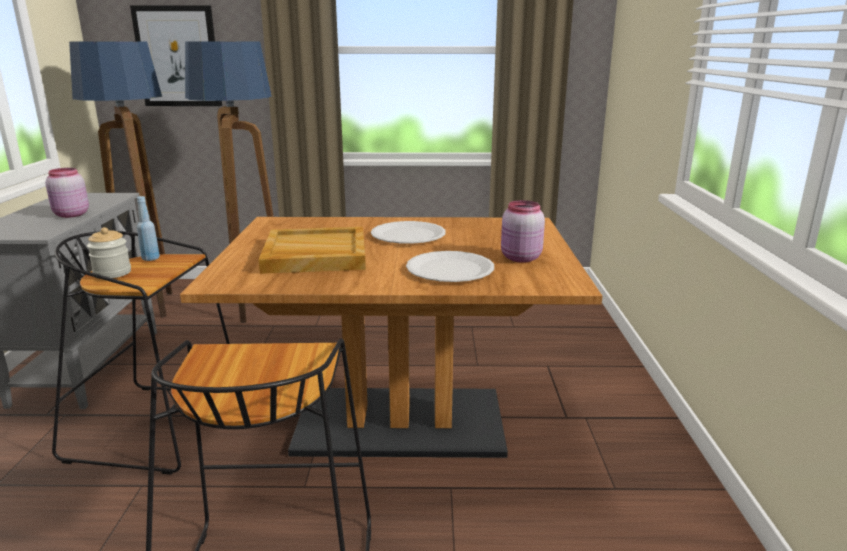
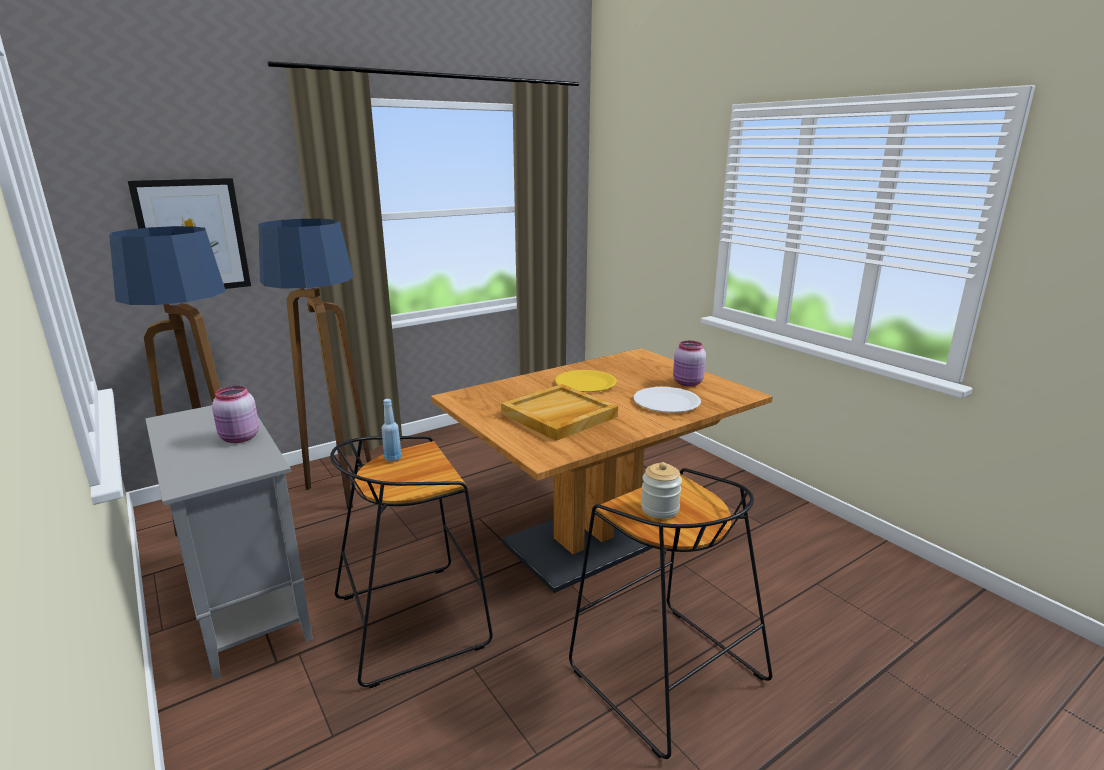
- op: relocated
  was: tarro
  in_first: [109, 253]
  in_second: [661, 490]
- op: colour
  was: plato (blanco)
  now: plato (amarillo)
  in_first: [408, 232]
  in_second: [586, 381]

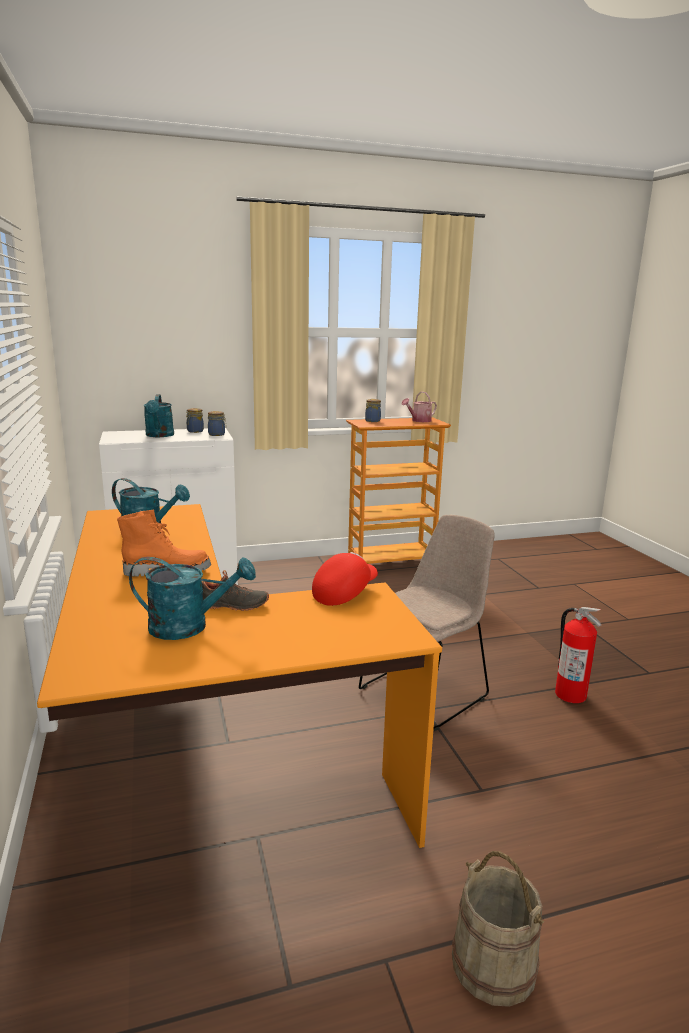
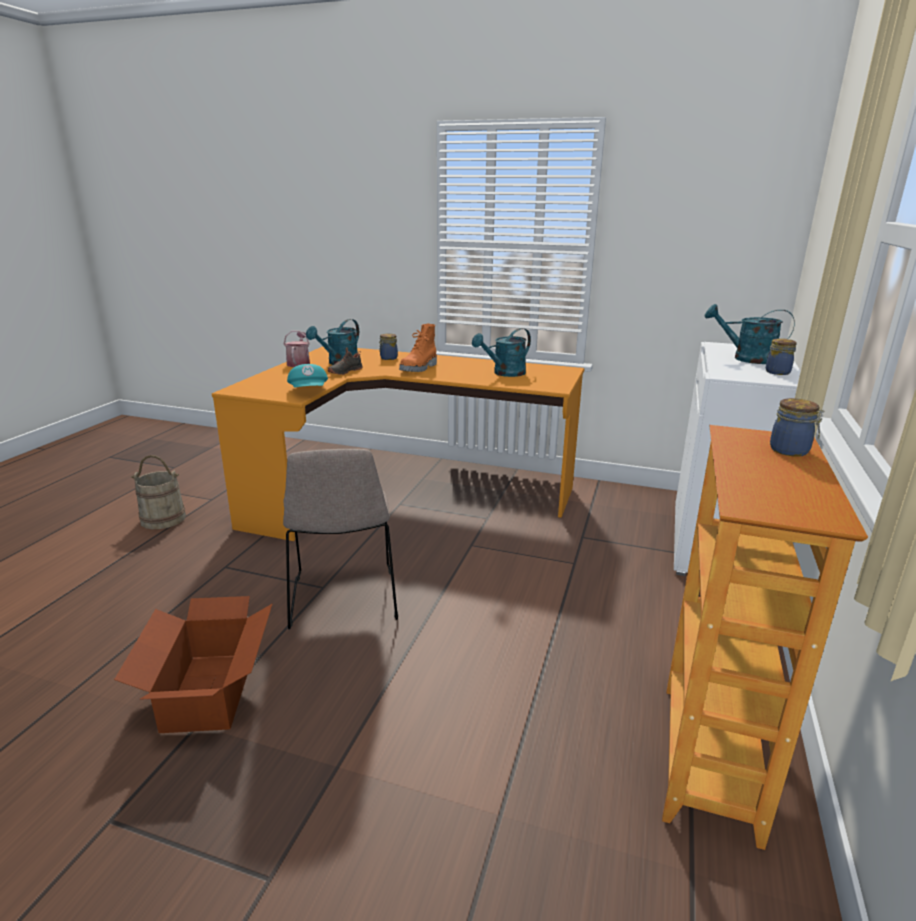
- op: relocated
  was: tarro
  in_first: [217, 423]
  in_second: [388, 346]
- op: relocated
  was: regadera
  in_first: [419, 406]
  in_second: [297, 349]
- op: exchanged
  was: extintor
  now: caja de cartón
  in_first: [578, 655]
  in_second: [193, 664]
- op: colour
  was: gorra (rojo)
  now: gorra (turquesa)
  in_first: [345, 579]
  in_second: [307, 375]

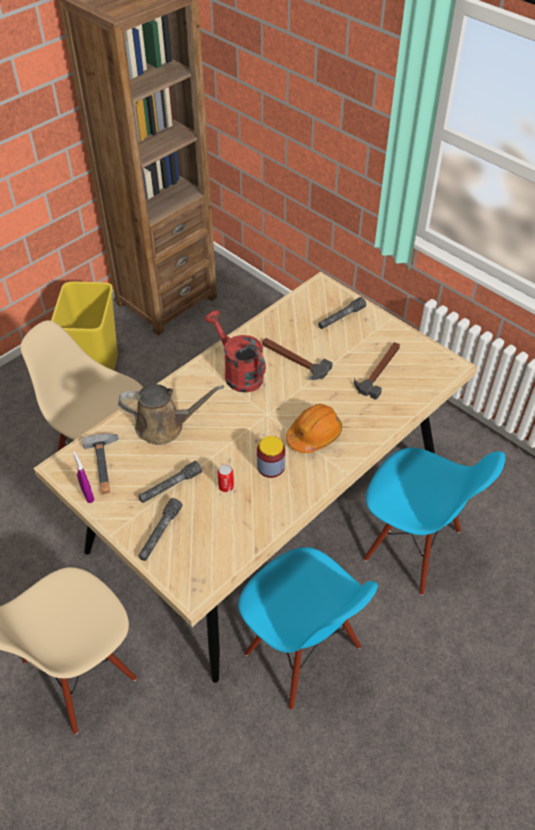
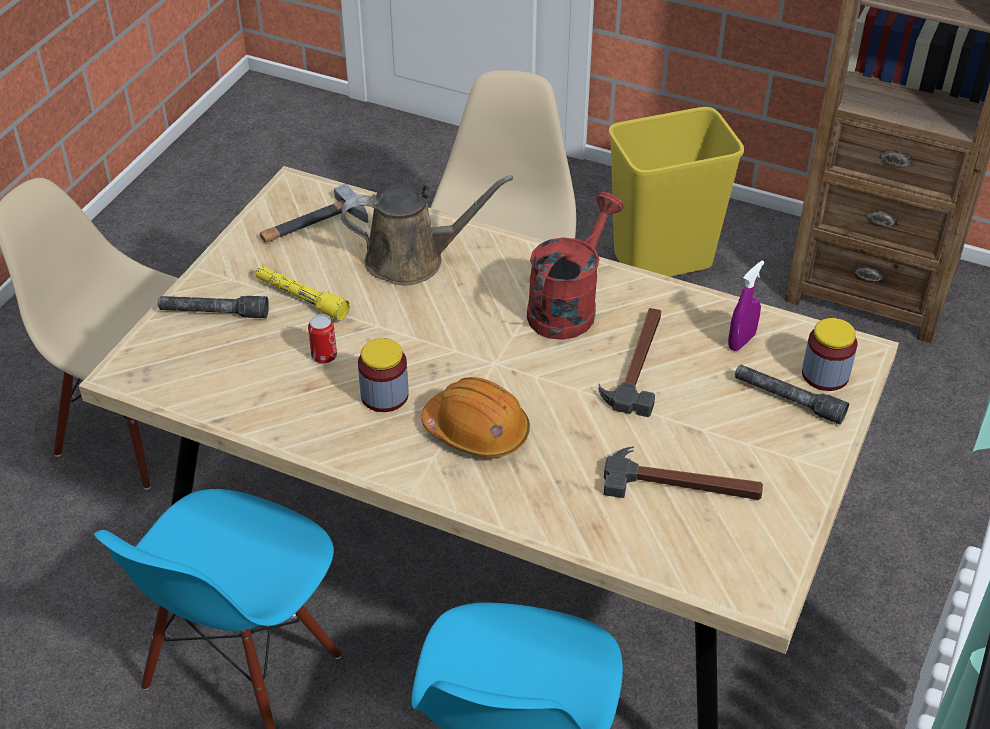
- op: appeared
  now: tarro
  in_second: [829, 354]
- op: relocated
  was: pulverizador (morado)
  in_first: [83, 477]
  in_second: [746, 305]
- op: colour
  was: linterna (gris)
  now: linterna (amarillo)
  in_first: [170, 482]
  in_second: [303, 293]
- op: spun
  was: regadera (marrón)
  in_first: [171, 414]
  in_second: [427, 230]
  clockwise: -75

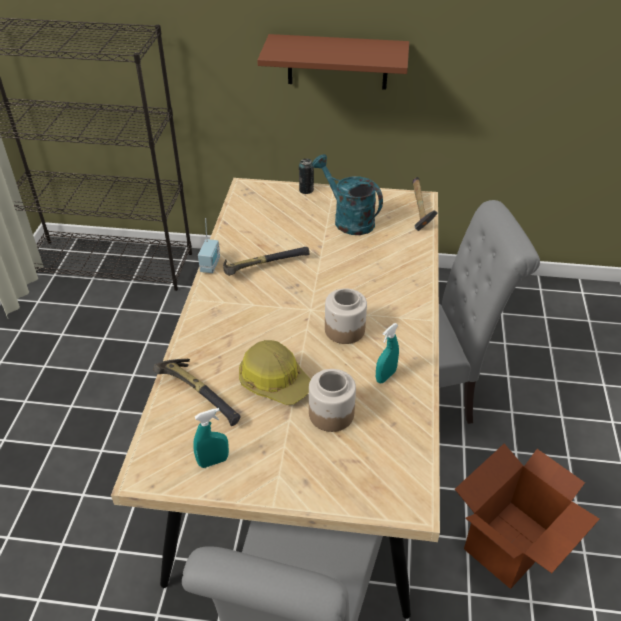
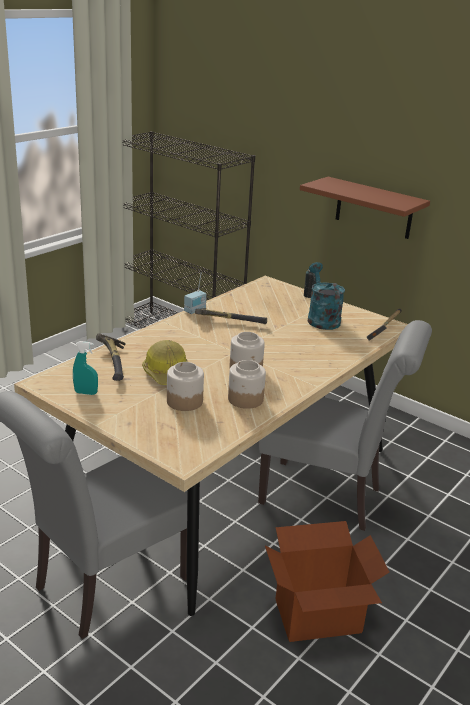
- op: exchanged
  was: pulverizador (turquesa)
  now: tarro
  in_first: [387, 353]
  in_second: [247, 384]

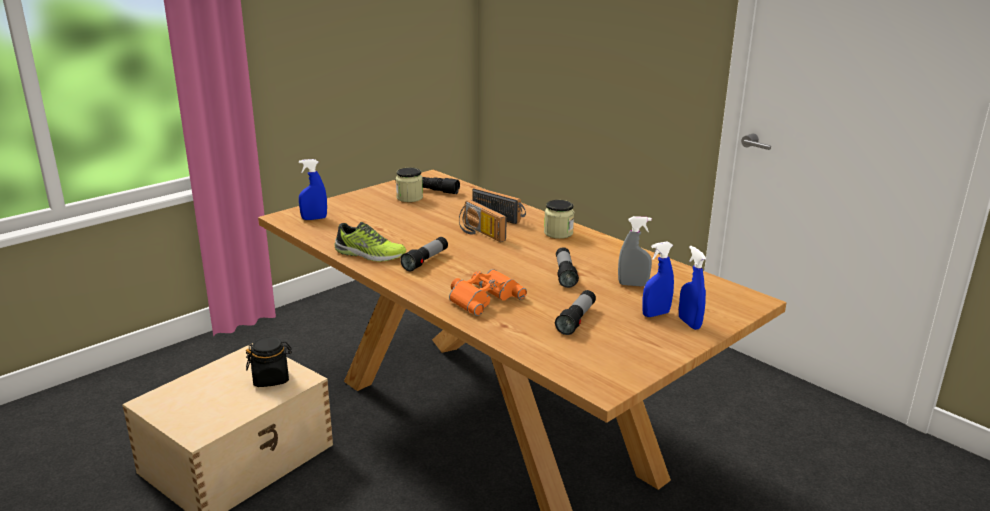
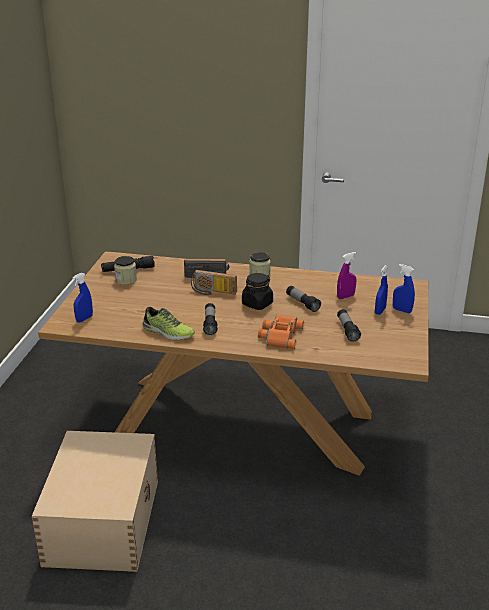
- op: relocated
  was: tarro (negro)
  in_first: [269, 362]
  in_second: [257, 291]
- op: colour
  was: pulverizador (gris)
  now: pulverizador (morado)
  in_first: [635, 251]
  in_second: [346, 275]
- op: spun
  was: zapato
  in_first: [370, 242]
  in_second: [169, 323]
  clockwise: 45

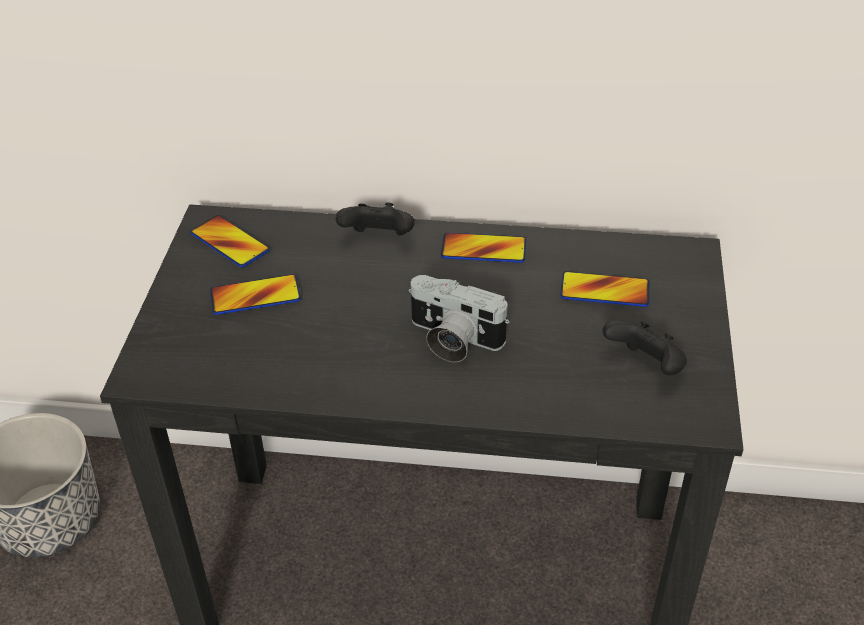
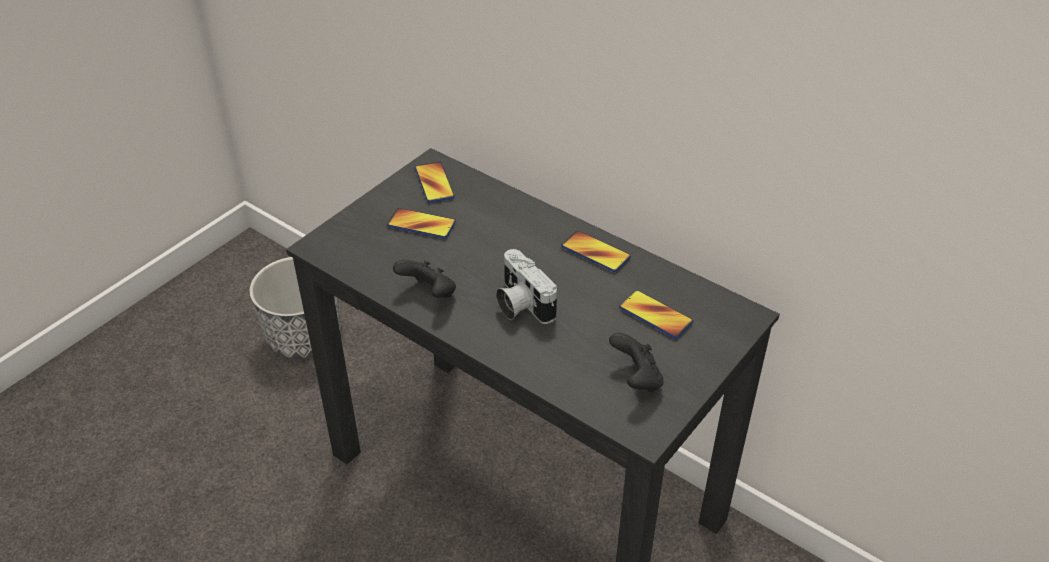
- op: relocated
  was: mando de consola (negro)
  in_first: [375, 219]
  in_second: [424, 279]

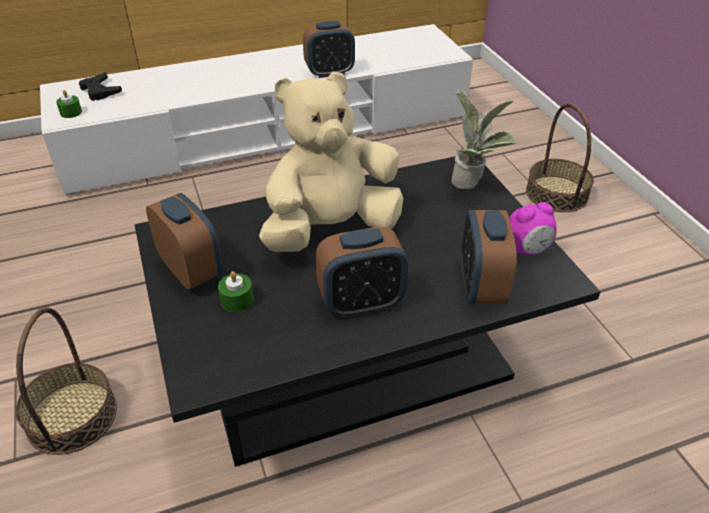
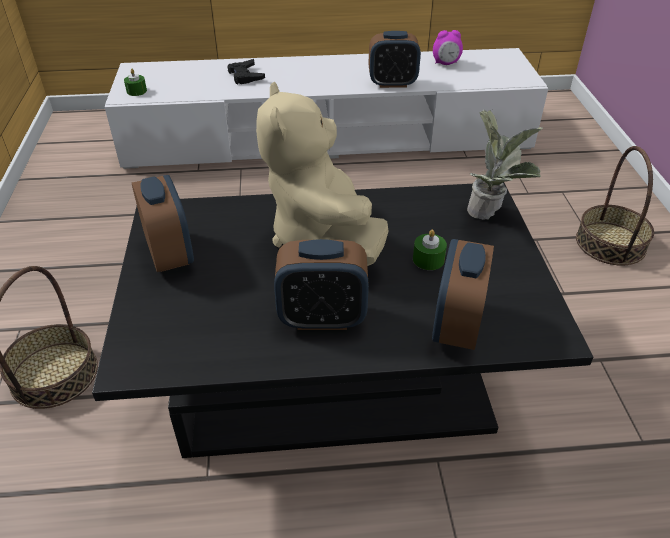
- op: relocated
  was: mando de consola (negro)
  in_first: [100, 86]
  in_second: [246, 71]
- op: relocated
  was: vela (verde)
  in_first: [236, 291]
  in_second: [430, 250]
- op: relocated
  was: despertador
  in_first: [533, 228]
  in_second: [448, 47]
- op: spun
  was: peluche (beis)
  in_first: [331, 161]
  in_second: [322, 173]
  clockwise: -90

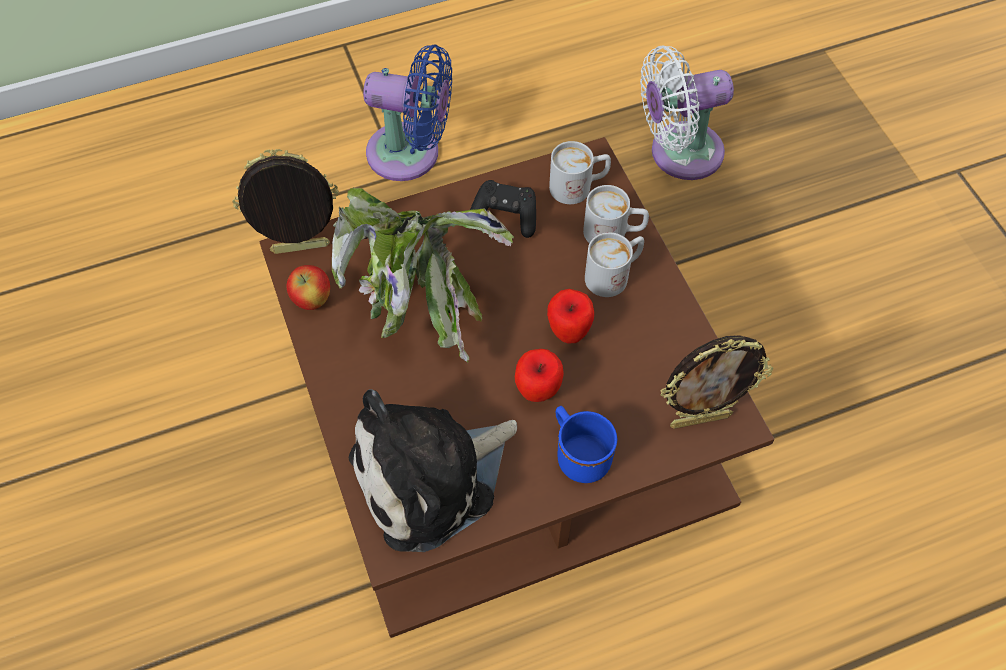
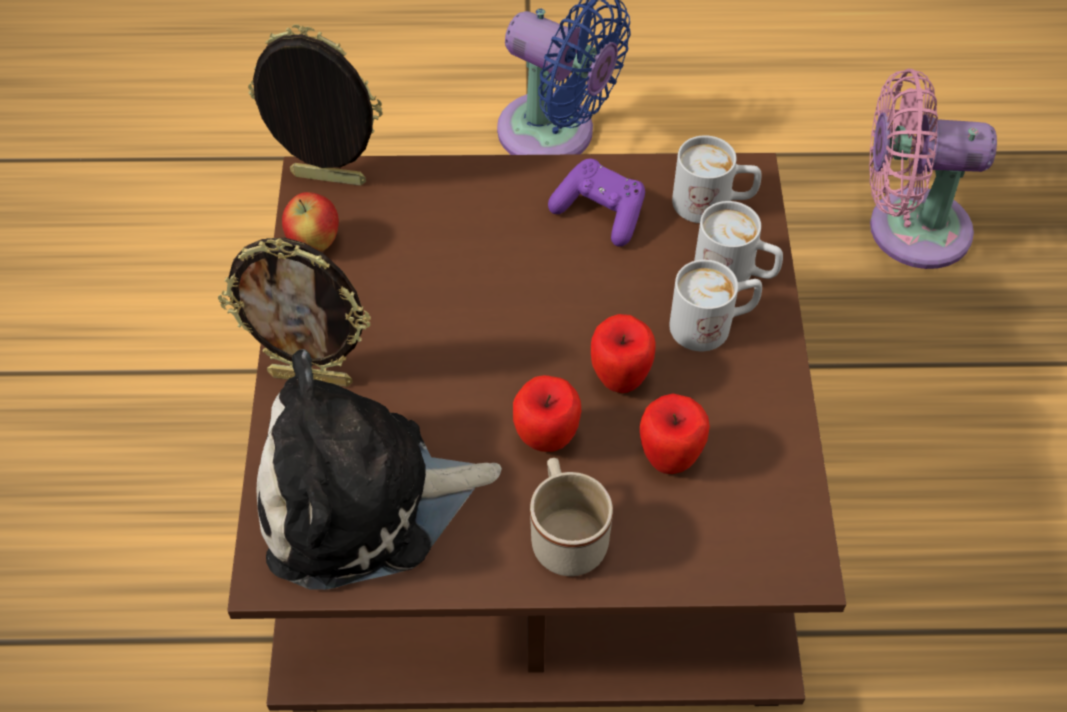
- op: missing
  was: planta en maceta
  in_first: [423, 274]
- op: appeared
  now: manzana
  in_second: [675, 433]
- op: relocated
  was: portarretratos
  in_first: [716, 382]
  in_second: [294, 312]
- op: colour
  was: mando de consola (negro)
  now: mando de consola (morado)
  in_first: [503, 209]
  in_second: [596, 202]
- op: colour
  was: taza grande (azul)
  now: taza grande (beis)
  in_first: [586, 444]
  in_second: [571, 517]
- op: colour
  was: ventilador (blanco)
  now: ventilador (rosa)
  in_first: [687, 113]
  in_second: [933, 169]

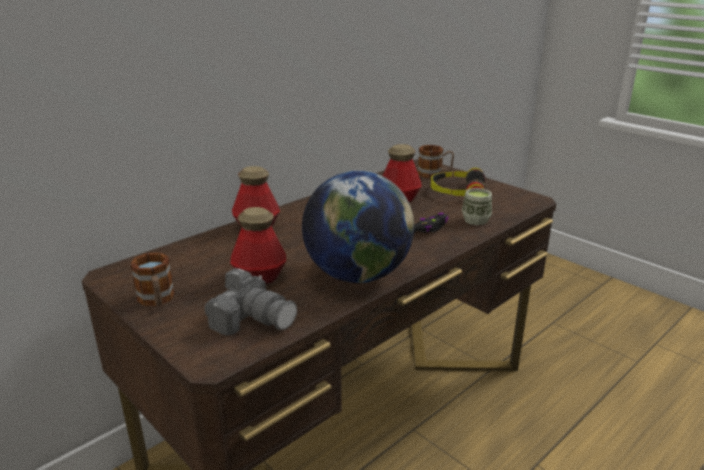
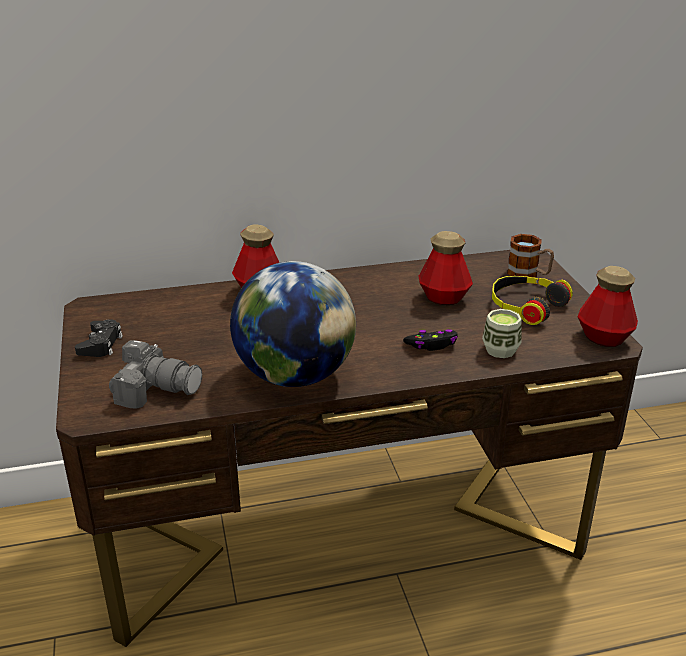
- op: relocated
  was: botella
  in_first: [258, 245]
  in_second: [607, 306]
- op: exchanged
  was: taza grande
  now: mando de consola (negro)
  in_first: [152, 279]
  in_second: [99, 338]
- op: spun
  was: cámara
  in_first: [250, 302]
  in_second: [155, 374]
  clockwise: -45

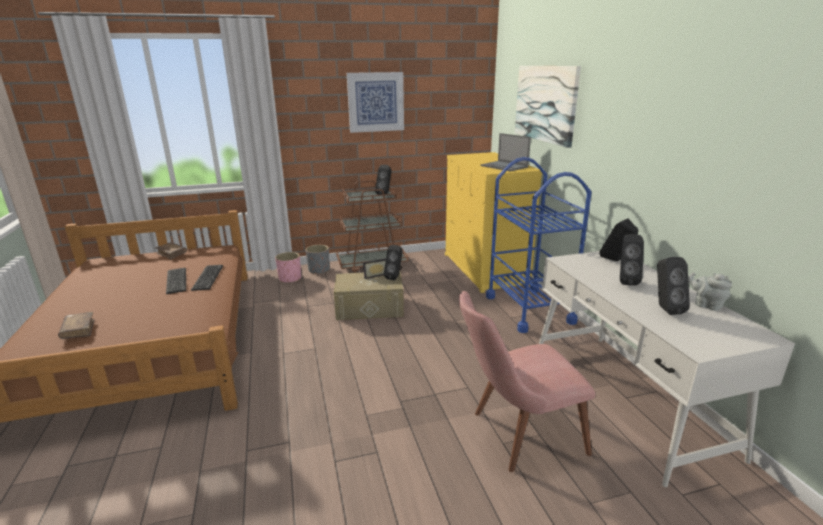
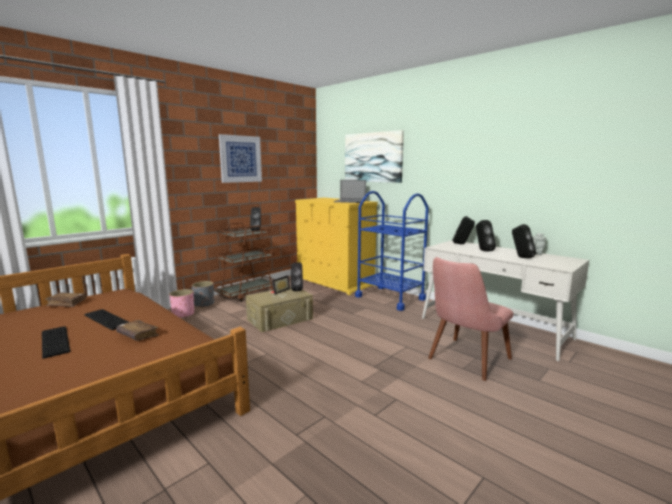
- op: relocated
  was: libro (marrón)
  in_first: [76, 325]
  in_second: [137, 330]
- op: relocated
  was: teclado
  in_first: [207, 278]
  in_second: [56, 342]

